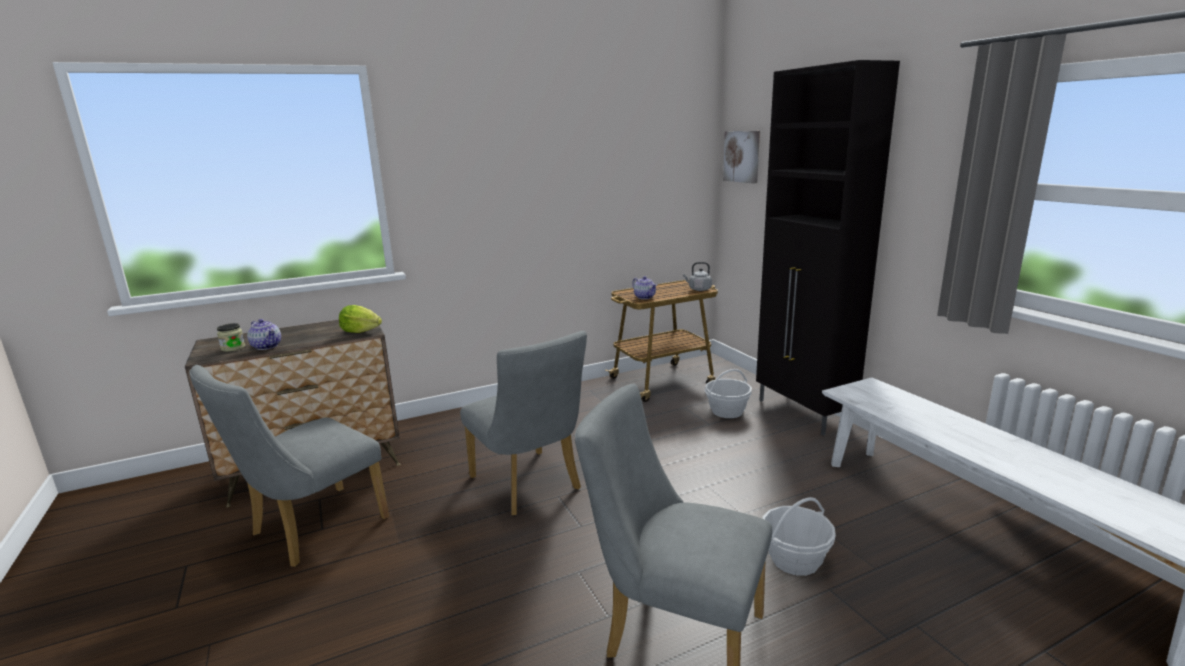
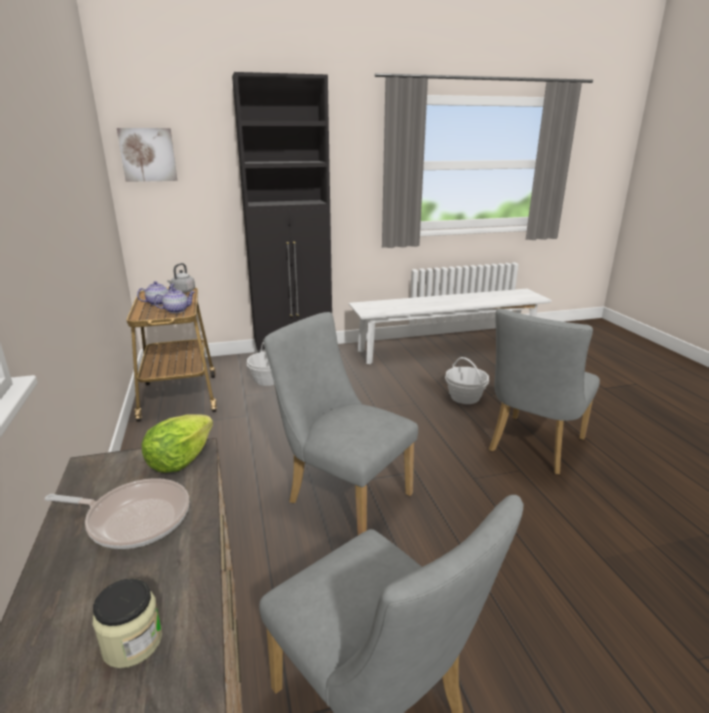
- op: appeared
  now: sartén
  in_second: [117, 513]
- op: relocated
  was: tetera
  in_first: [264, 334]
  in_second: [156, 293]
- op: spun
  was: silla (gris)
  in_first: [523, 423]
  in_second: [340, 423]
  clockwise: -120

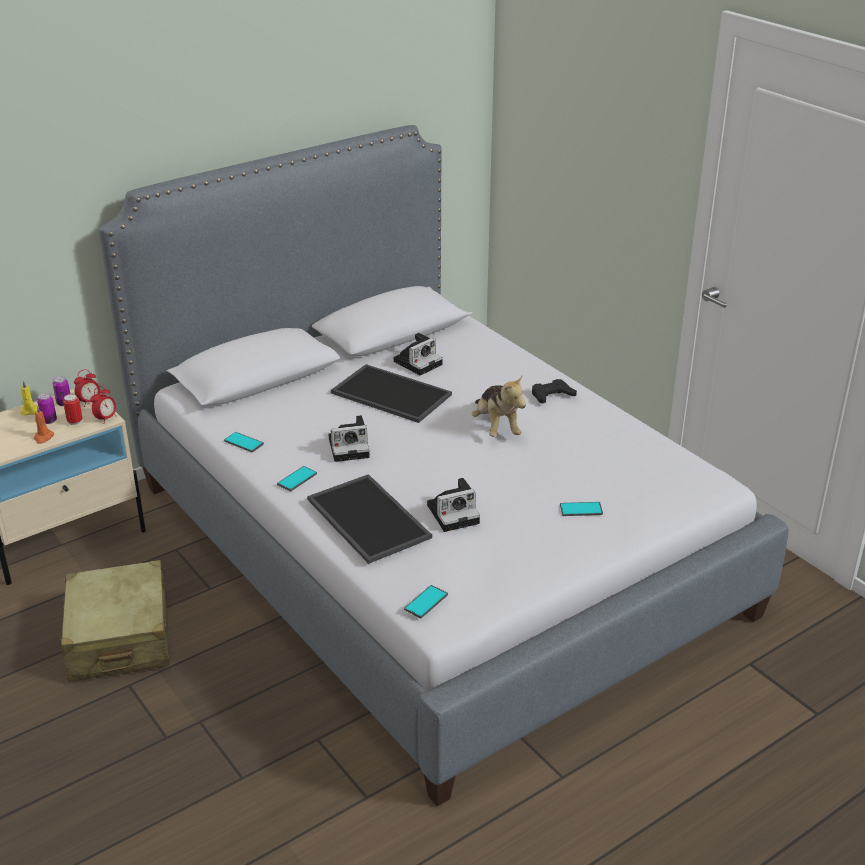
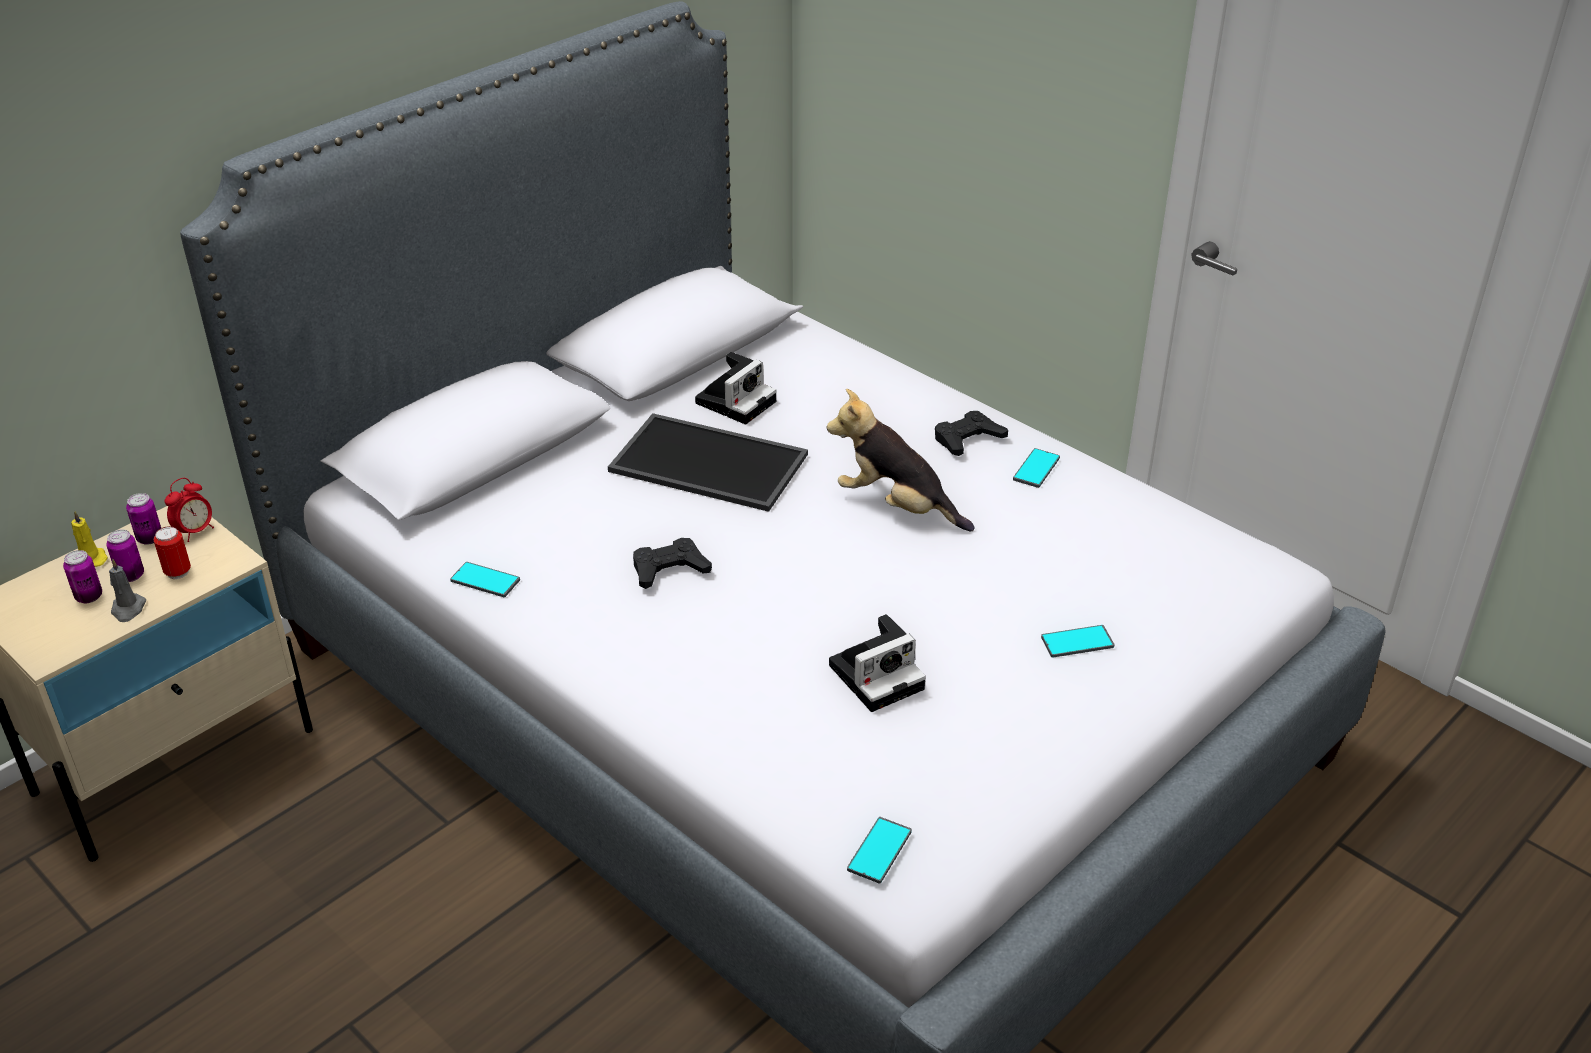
- op: missing
  was: maleta (beis)
  in_first: [115, 621]
- op: missing
  was: despertador
  in_first: [103, 405]
- op: missing
  was: bandeja
  in_first: [369, 519]
- op: appeared
  now: lata
  in_second: [82, 576]
- op: relocated
  was: móvil
  in_first: [297, 478]
  in_second: [1036, 468]
- op: exchanged
  was: cámara
  now: mando de consola (negro)
  in_first: [349, 438]
  in_second: [672, 563]
- op: colour
  was: vela (naranja)
  now: vela (gris)
  in_first: [44, 425]
  in_second: [127, 590]
- op: spun
  was: peluche
  in_first: [499, 406]
  in_second: [901, 460]
  clockwise: 150

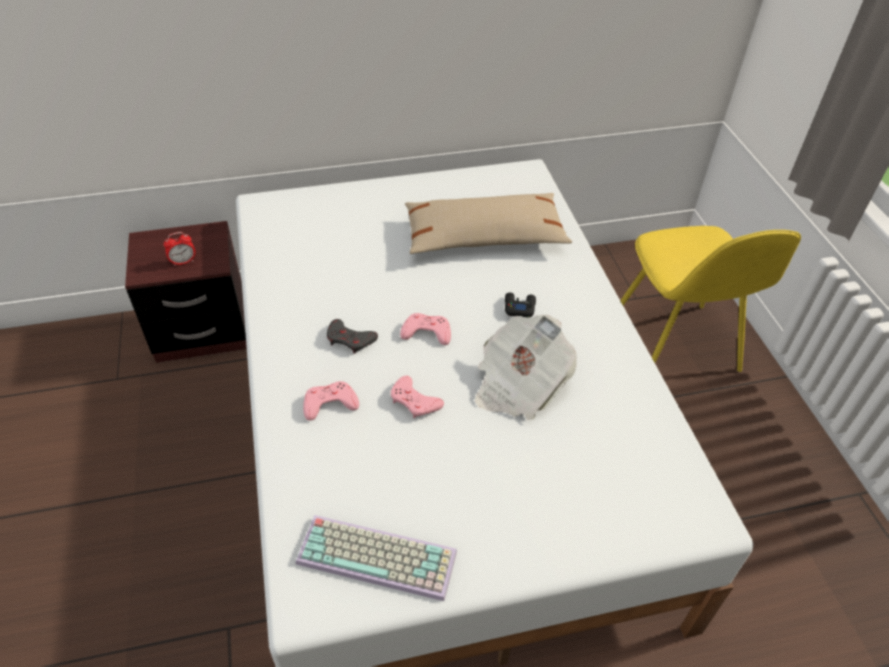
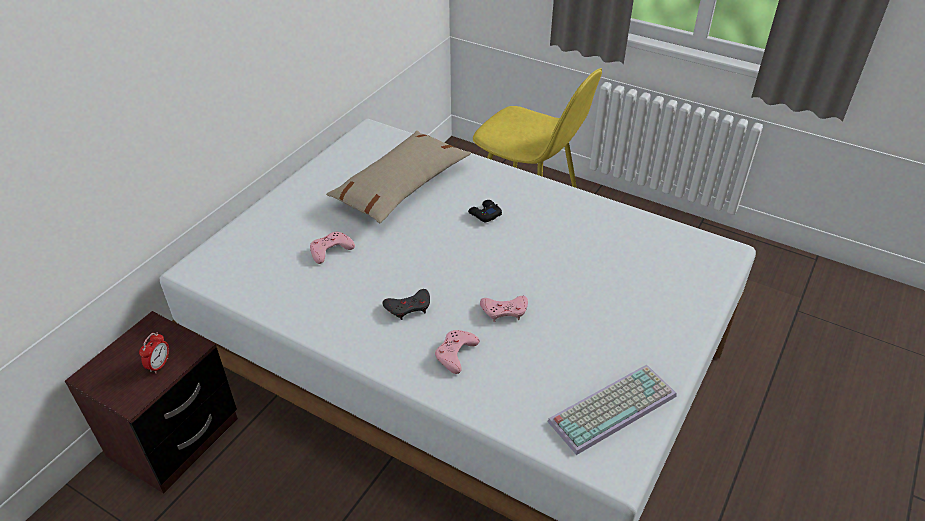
- op: missing
  was: periódico
  in_first: [526, 367]
- op: relocated
  was: mando de consola (rosa)
  in_first: [425, 329]
  in_second: [332, 248]

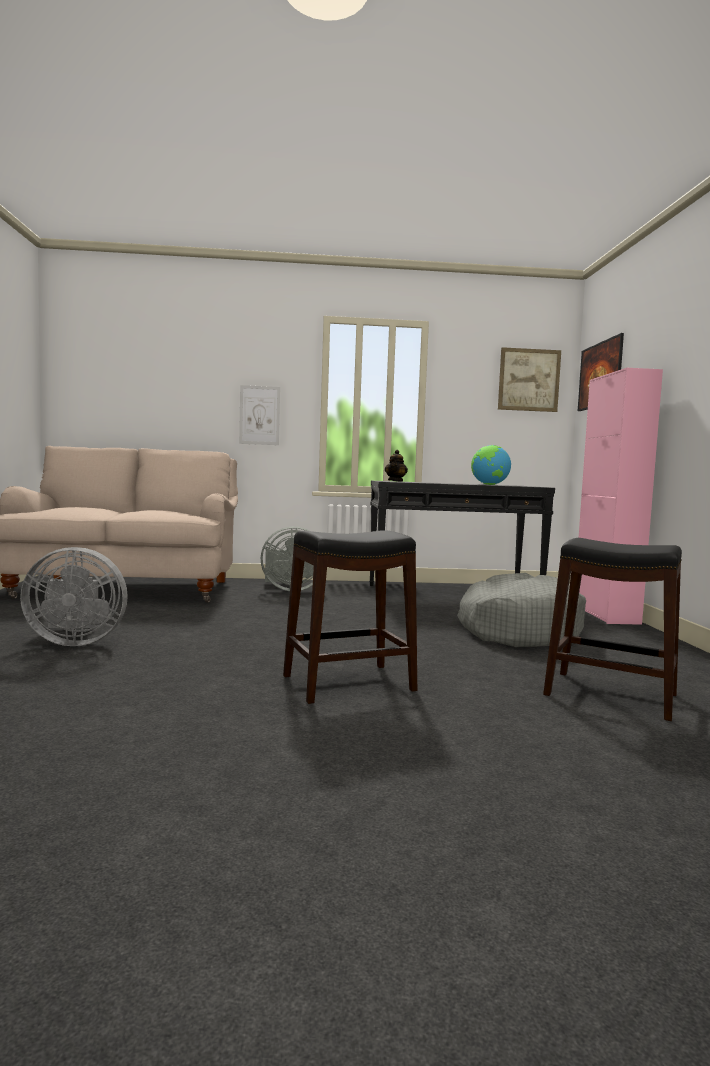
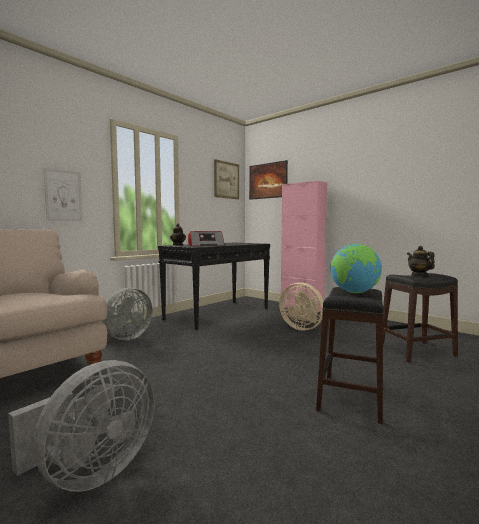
- op: appeared
  now: radio
  in_second: [206, 238]
- op: appeared
  now: tetera
  in_second: [421, 261]
- op: relocated
  was: globo terráqueo
  in_first: [491, 465]
  in_second: [356, 268]
- op: exchanged
  was: cama para perro (gris)
  now: ventilador (beis)
  in_first: [521, 610]
  in_second: [301, 307]

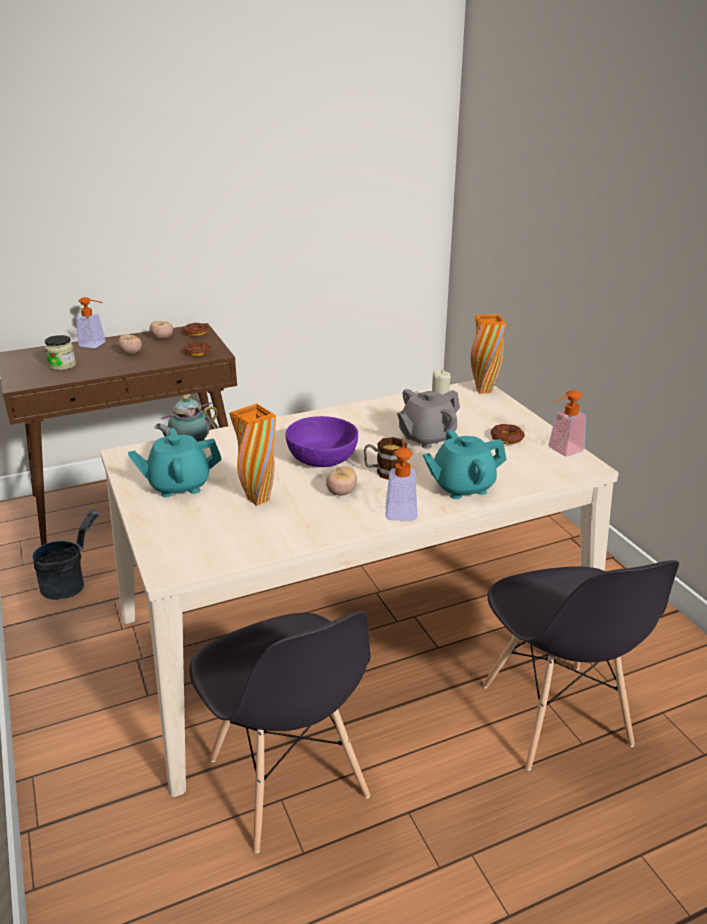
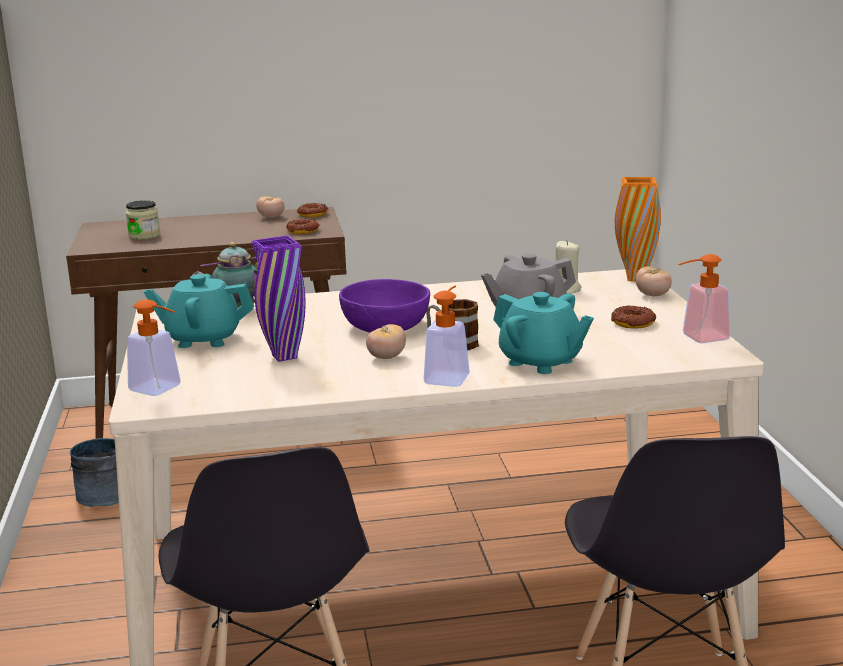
- op: relocated
  was: dispensador de jabón
  in_first: [91, 322]
  in_second: [154, 347]
- op: relocated
  was: tomate
  in_first: [130, 344]
  in_second: [654, 281]
- op: colour
  was: florero (naranja)
  now: florero (morado)
  in_first: [252, 455]
  in_second: [278, 298]
- op: spun
  was: tetera (turquesa)
  in_first: [465, 464]
  in_second: [543, 333]
  clockwise: -135

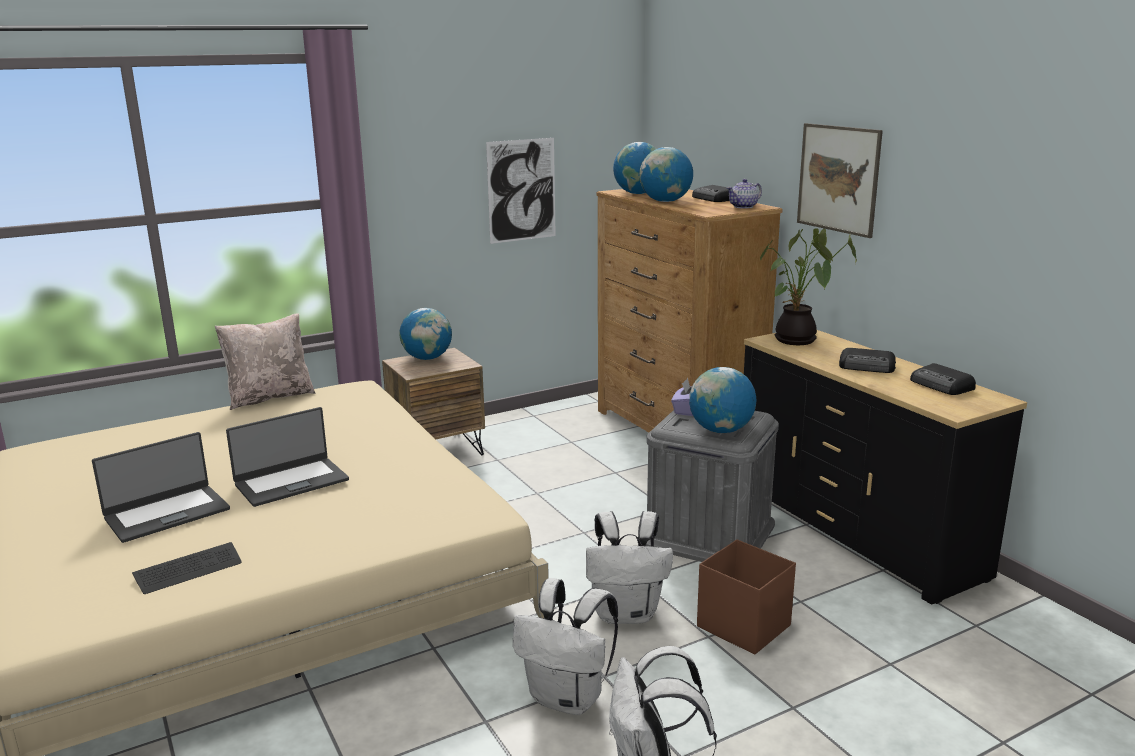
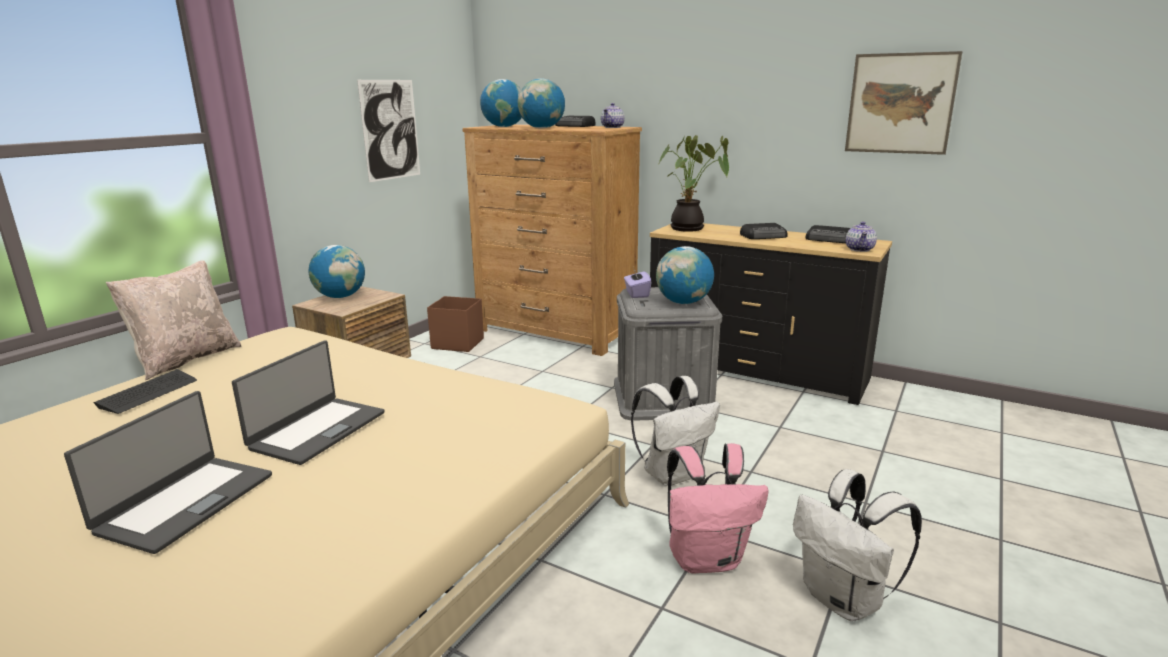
- op: appeared
  now: tetera
  in_second: [861, 237]
- op: relocated
  was: teclado
  in_first: [186, 568]
  in_second: [145, 391]
- op: relocated
  was: caja de almacenaje (marrón)
  in_first: [746, 596]
  in_second: [455, 324]
- op: relocated
  was: cuadro
  in_first: [840, 180]
  in_second: [903, 103]
- op: colour
  was: mochila (blanco)
  now: mochila (rosa)
  in_first: [565, 646]
  in_second: [718, 508]

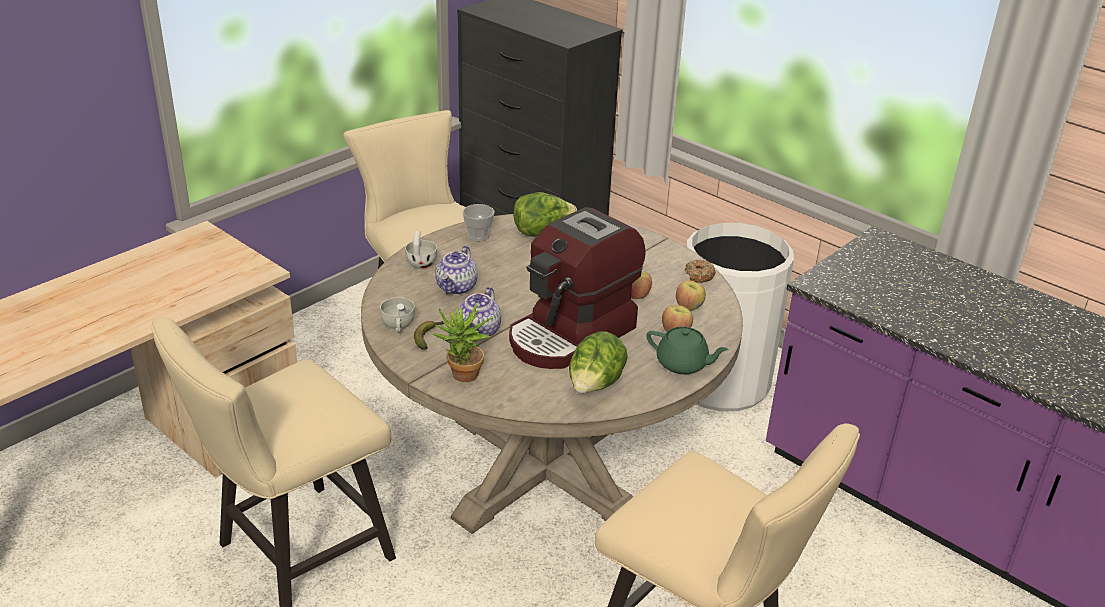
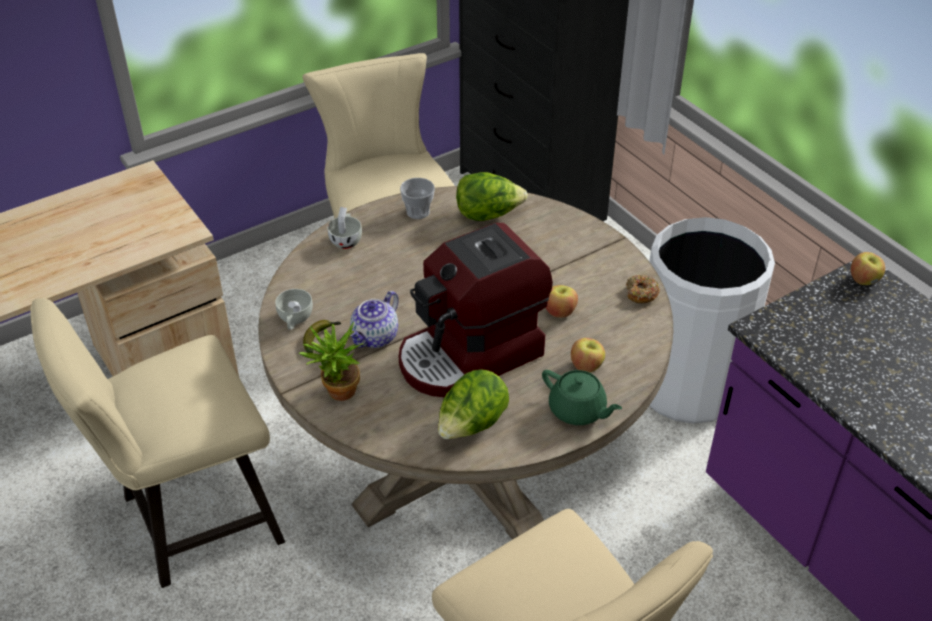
- op: missing
  was: tetera
  in_first: [456, 270]
- op: relocated
  was: manzana
  in_first: [691, 295]
  in_second: [868, 268]

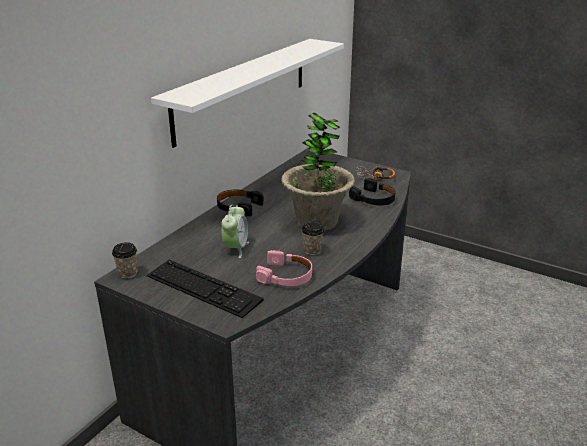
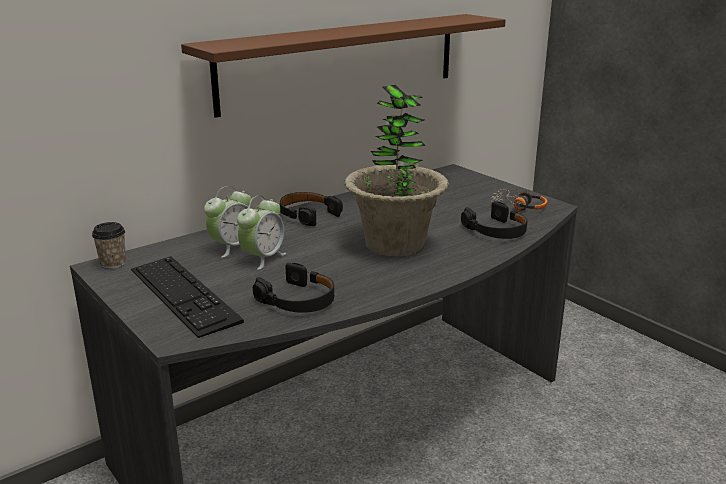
- op: missing
  was: taza
  in_first: [312, 238]
- op: appeared
  now: despertador
  in_second: [227, 222]
- op: colour
  was: estante (blanco)
  now: estante (marrón)
  in_first: [247, 93]
  in_second: [343, 66]
- op: colour
  was: auriculares (rosa)
  now: auriculares (negro)
  in_first: [284, 268]
  in_second: [293, 288]

